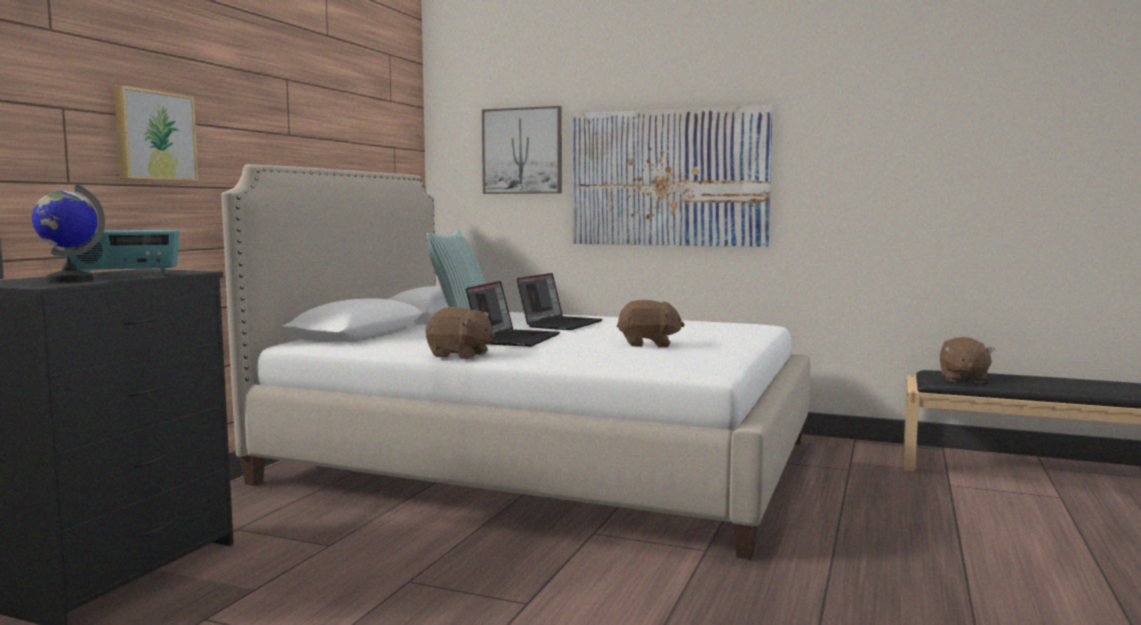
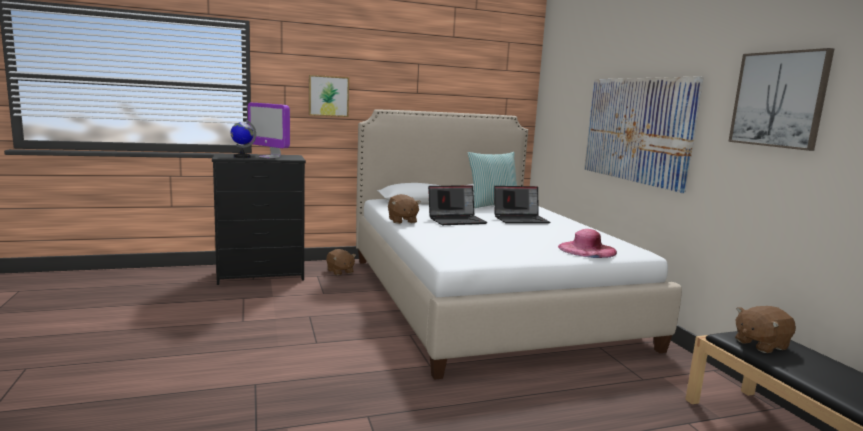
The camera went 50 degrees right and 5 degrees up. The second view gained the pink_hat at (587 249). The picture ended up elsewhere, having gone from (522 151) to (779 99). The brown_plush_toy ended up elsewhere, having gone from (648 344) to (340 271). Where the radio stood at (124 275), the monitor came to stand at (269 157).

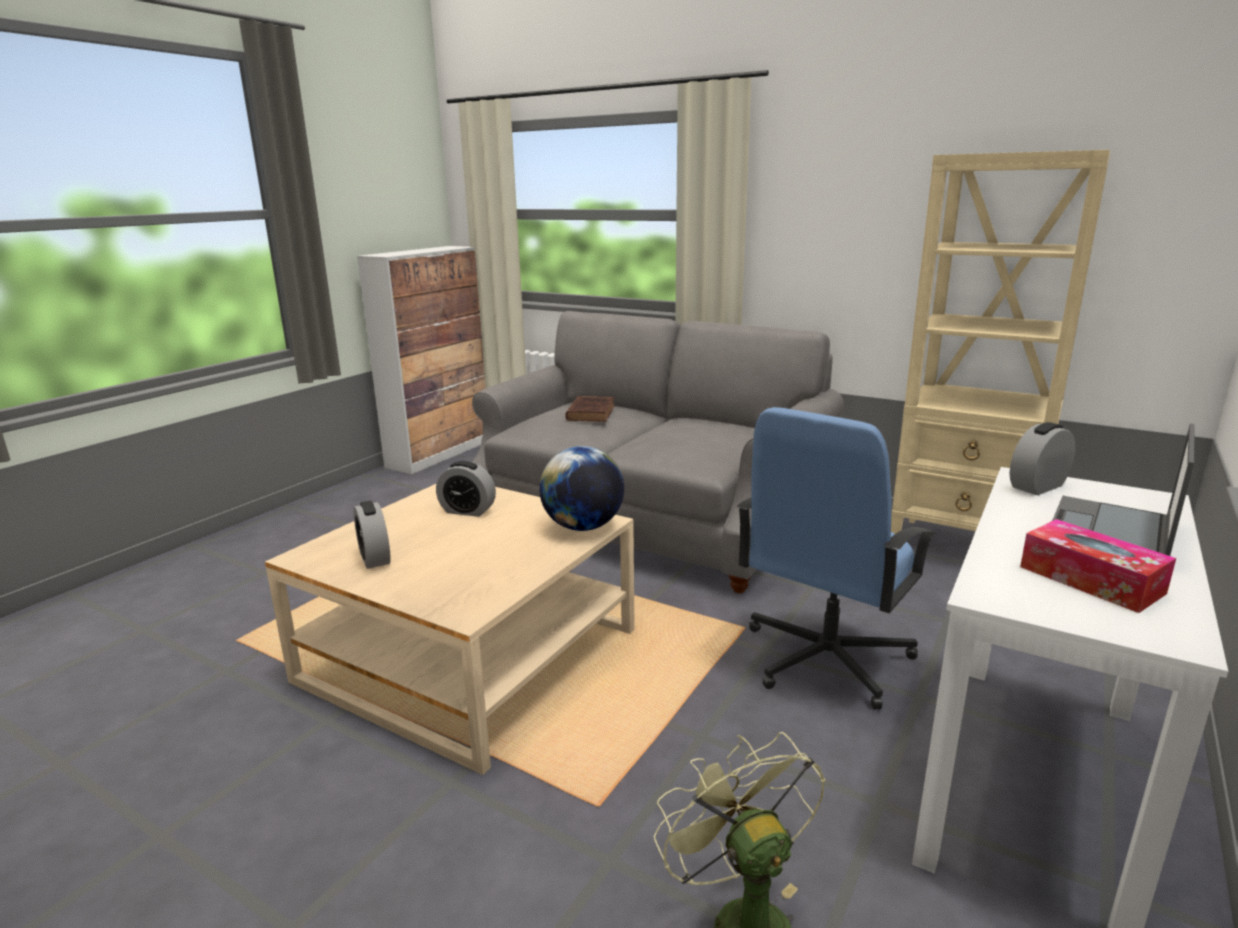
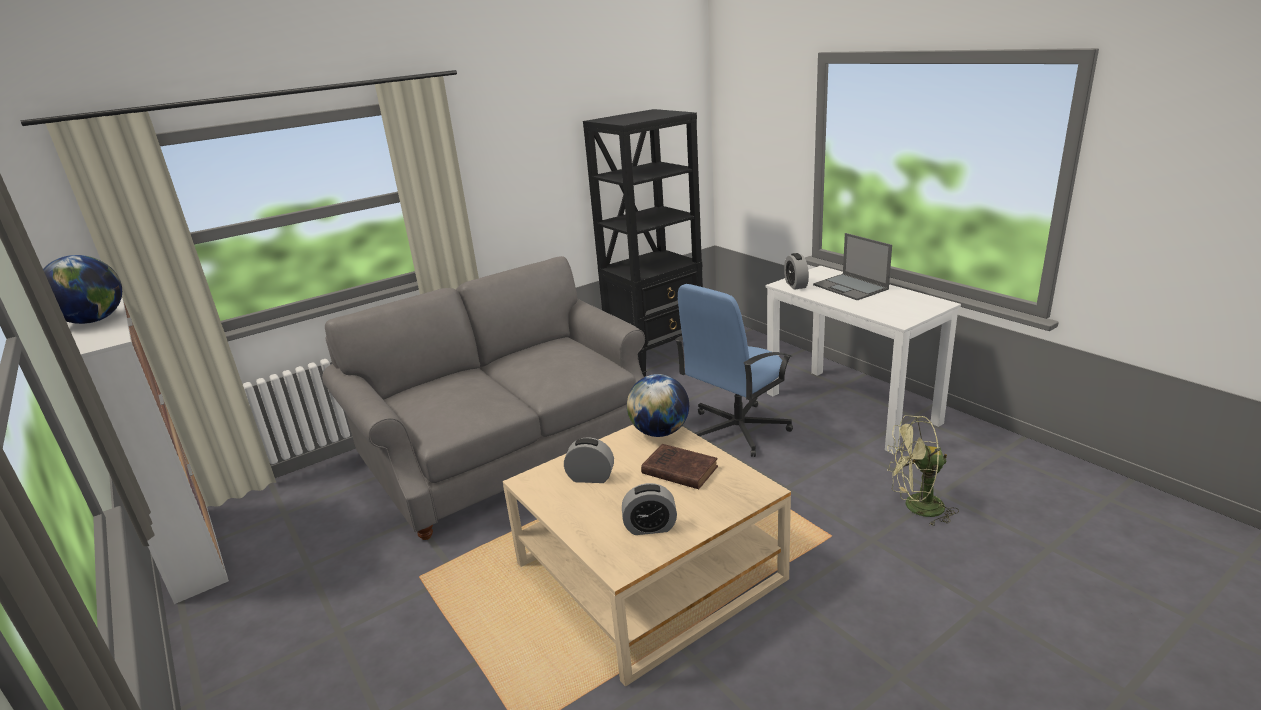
The camera went 65 degrees left and 5 degrees up. The second view lost the tissue_box at (1090 580). The second view gained the globe at (93 321). The brown_book ended up elsewhere, having gone from (591 412) to (678 470). What was the beige_bookcase at (963 549) turned into the black_bookcase at (656 355). The alarm_clock at (467 511) ended up facing another way, 120 degrees counterclockwise from before. The blue_office_chair at (825 659) ended up facing another way, 75 degrees clockwise from before.

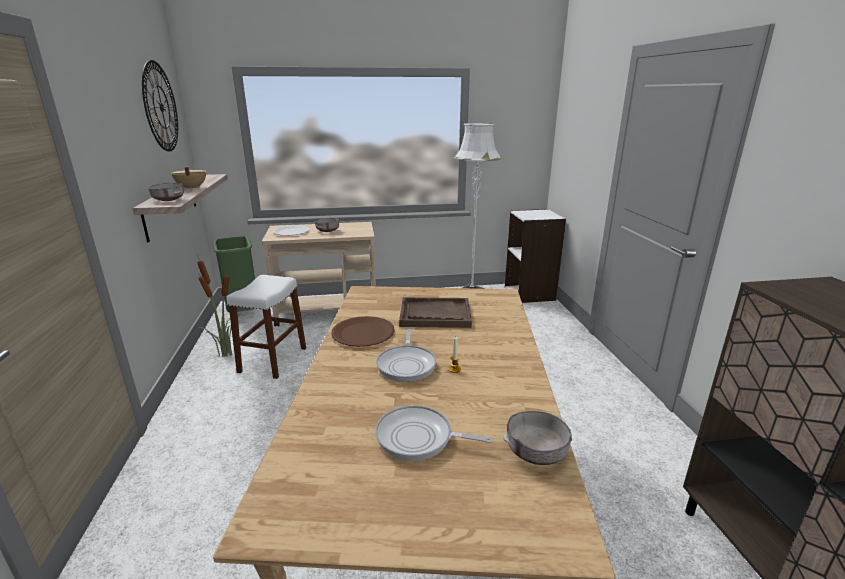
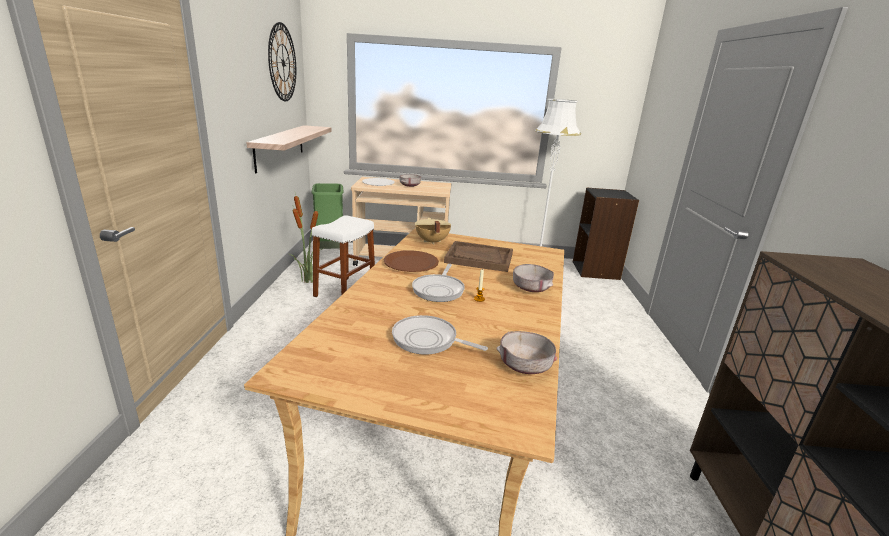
The camera went 10 degrees right and 0 degrees up. The grey_bowl ended up elsewhere, having gone from (168 200) to (530 288). The beige_cooking_pot ended up elsewhere, having gone from (191 188) to (431 242). What was the white_bookcase at (530 293) turned into the black_bookcase at (596 270).

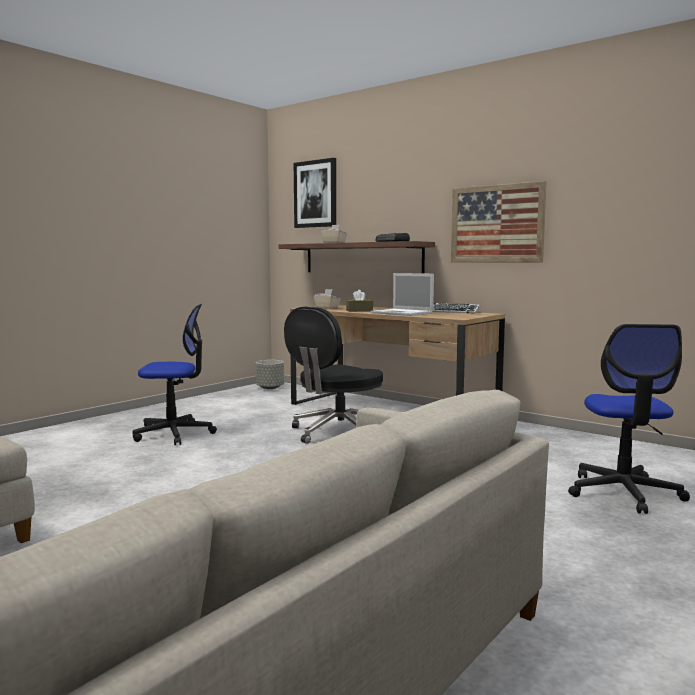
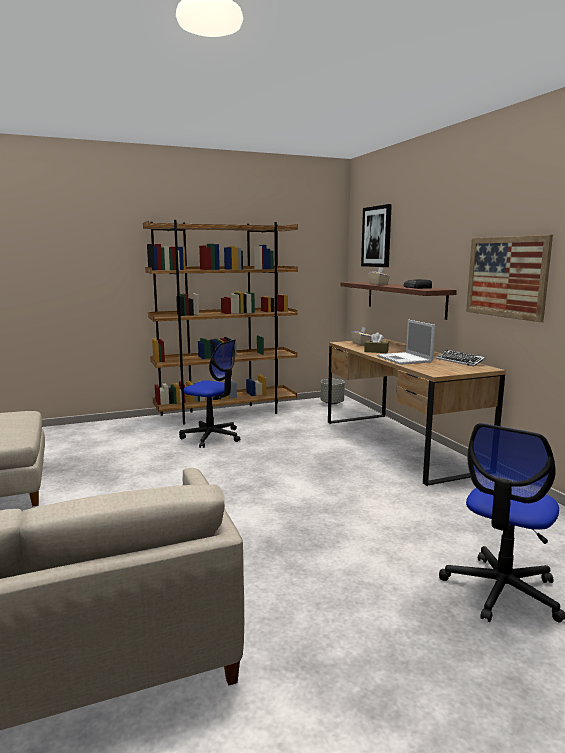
The camera went 30 degrees right and 5 degrees up. The second view lost the black_office_chair at (337 432). The second view gained the brown_bookcase at (226 413).

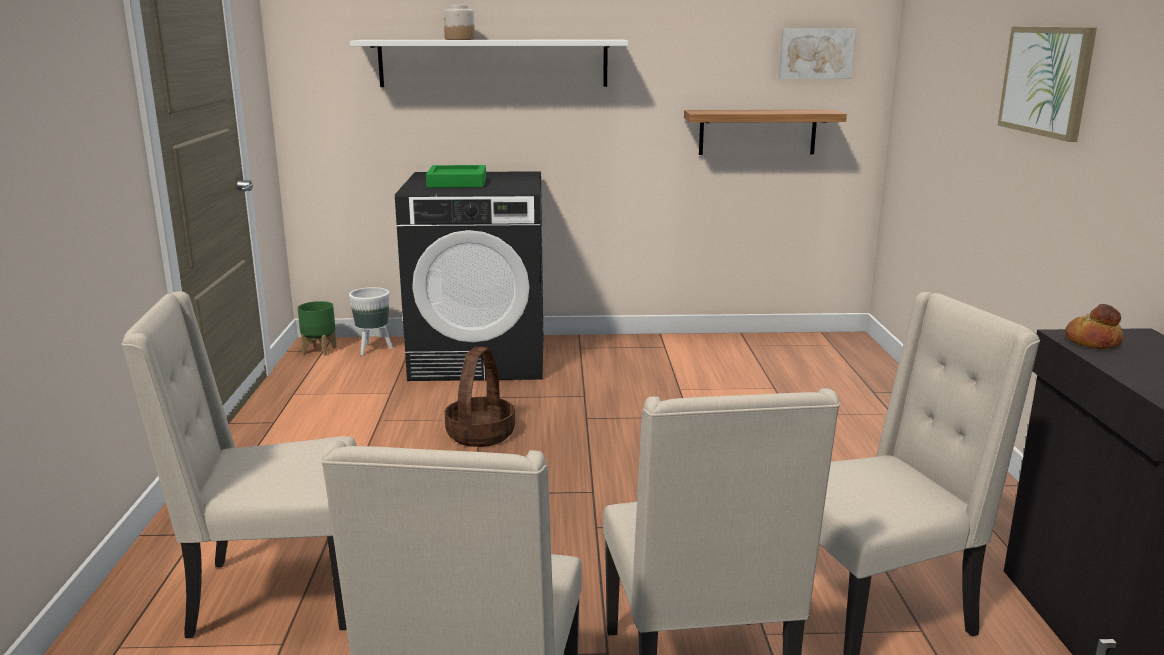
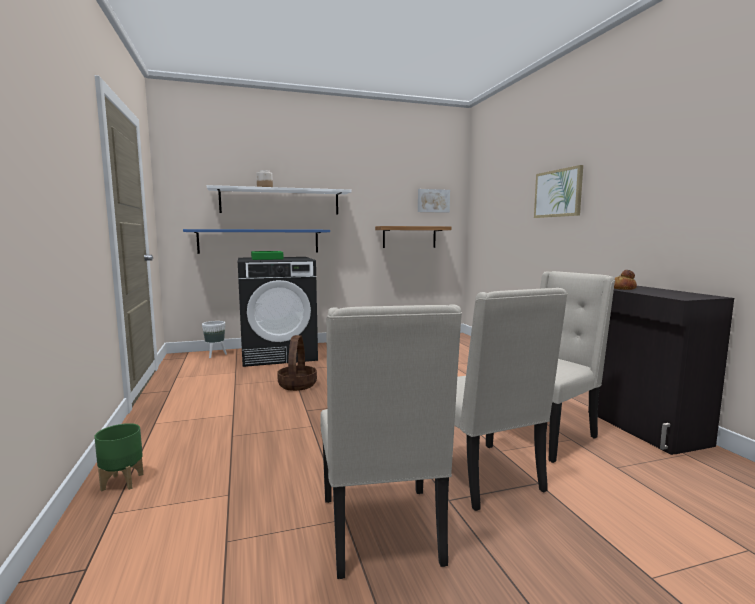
The camera went 15 degrees left and 10 degrees down. The second view lost the beige_chair at (275 594). The second view gained the blue_shelf at (259 241). The green_planter ended up elsewhere, having gone from (320 350) to (122 481).

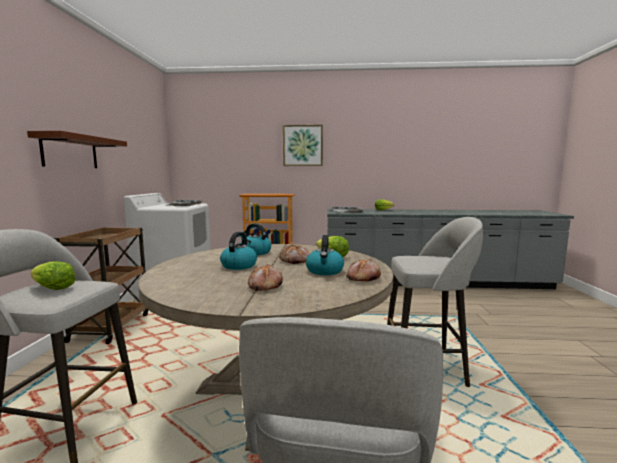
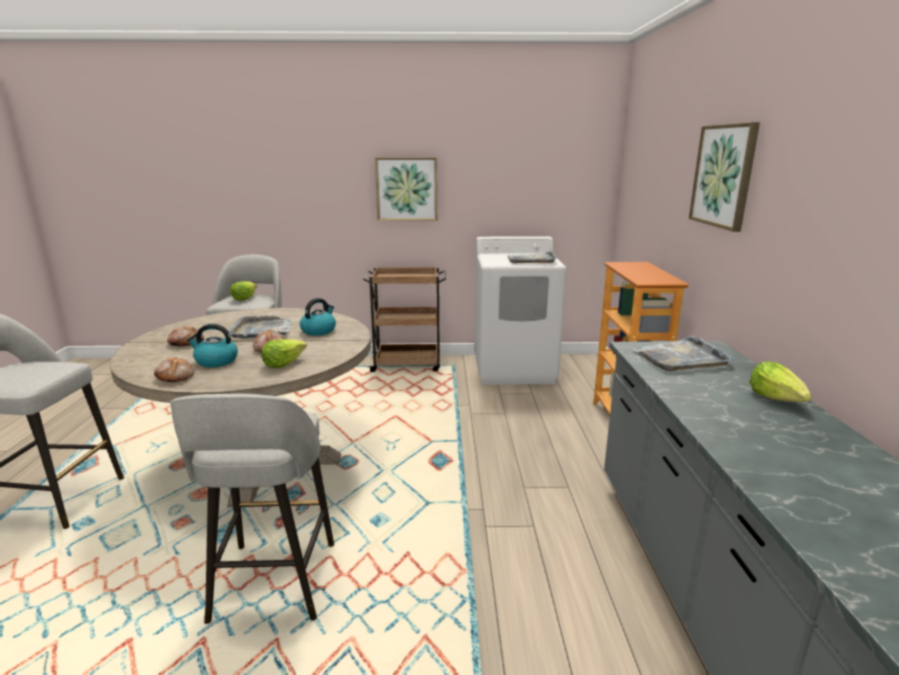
The camera went 85 degrees right and 10 degrees up. Where the brown_shelf hung at (70 152), the picture came to hang at (406 189). Where the kettle stood at (239 265), the grey_tray came to stand at (262 330).

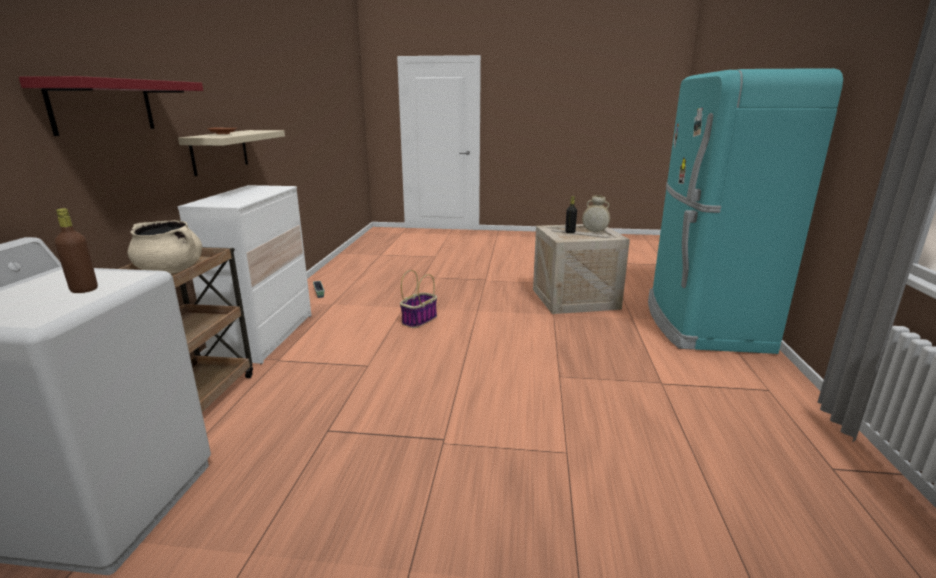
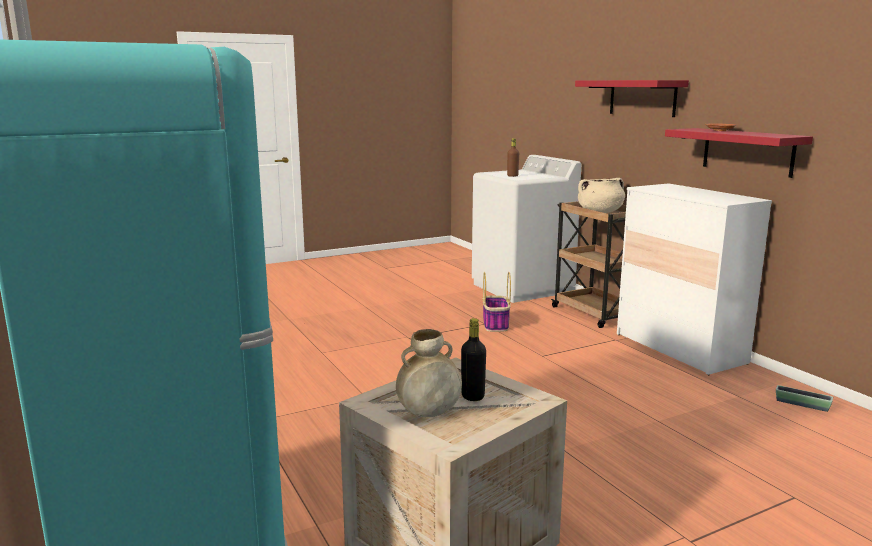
The camera went 145 degrees right and 5 degrees down. The basket ended up elsewhere, having gone from (419 320) to (496 325). What was the beige_shelf at (220 151) turned into the red_shelf at (747 151).

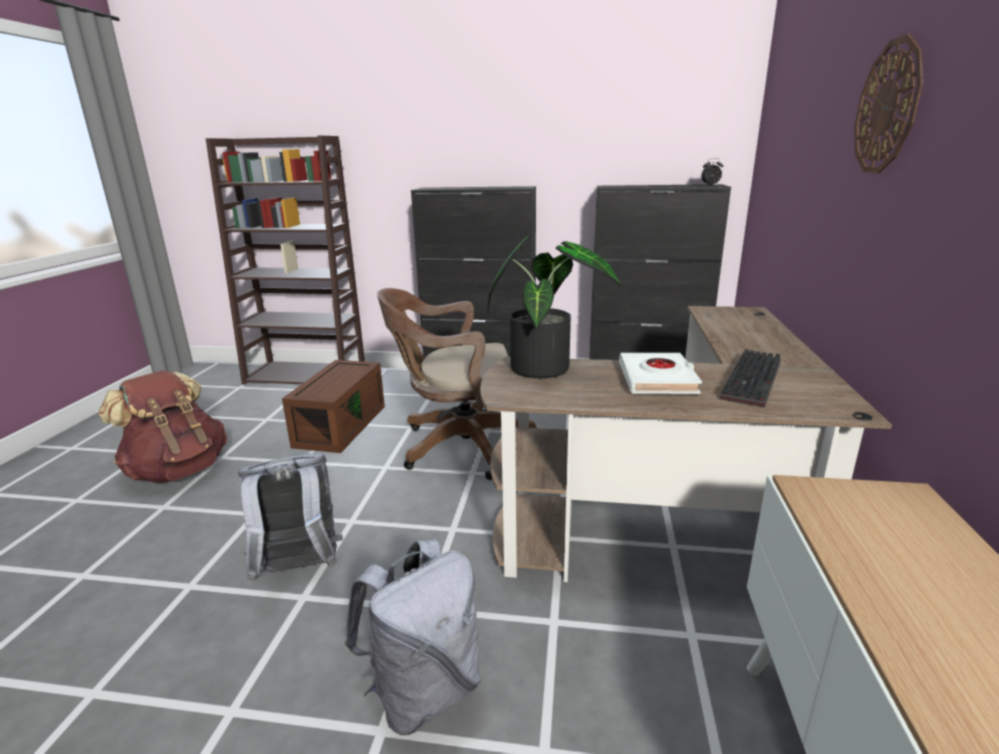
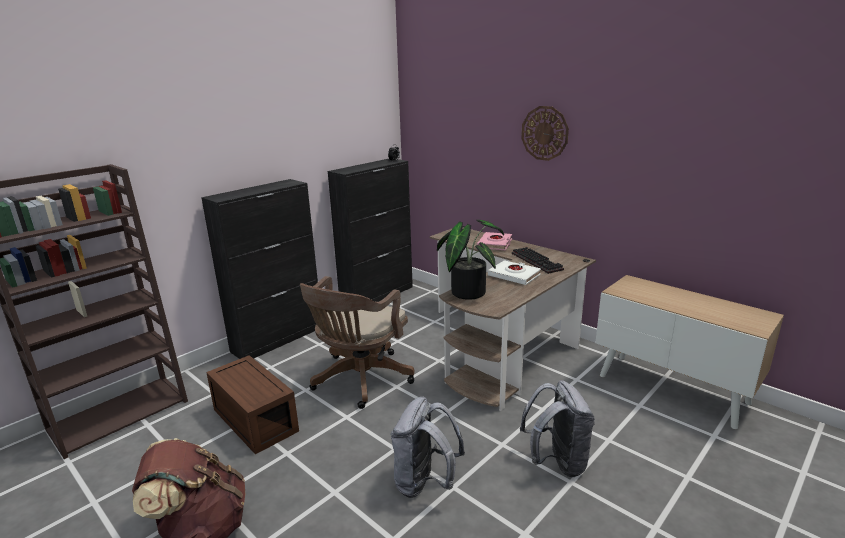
The camera went 55 degrees left and 0 degrees up. The second view gained the pink_book at (495 244).

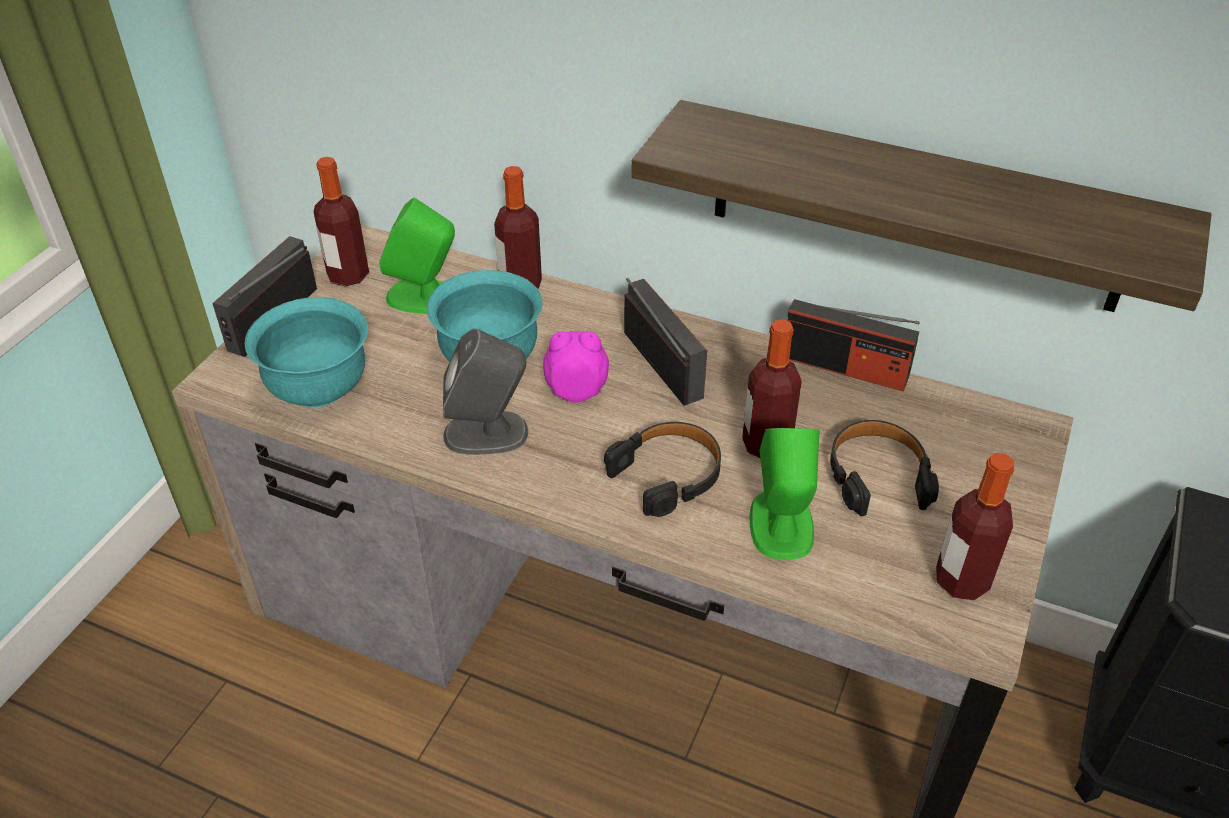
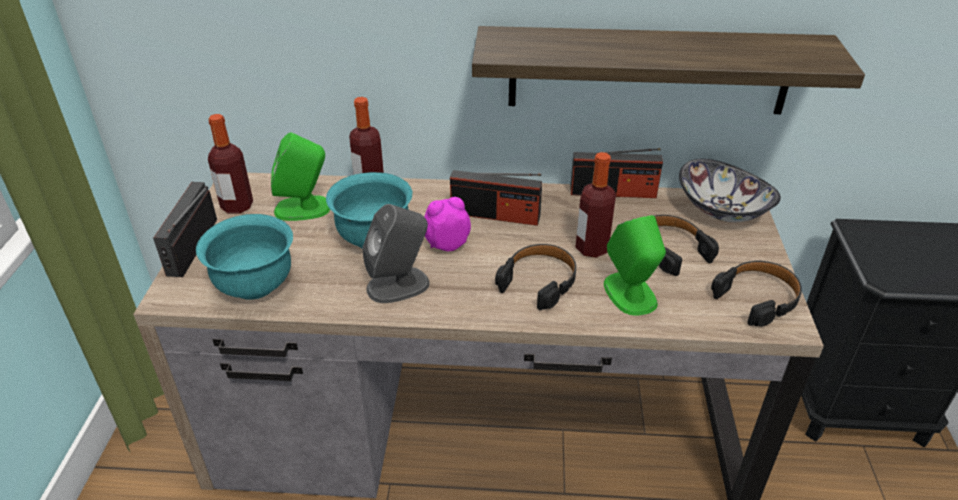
The camera went 20 degrees left and 5 degrees down. The second view gained the bowl at (723 210). Where the bottle stood at (961 581), the black_headphones came to stand at (757 298). The radio at (662 364) ended up facing another way, 150 degrees clockwise from before.

